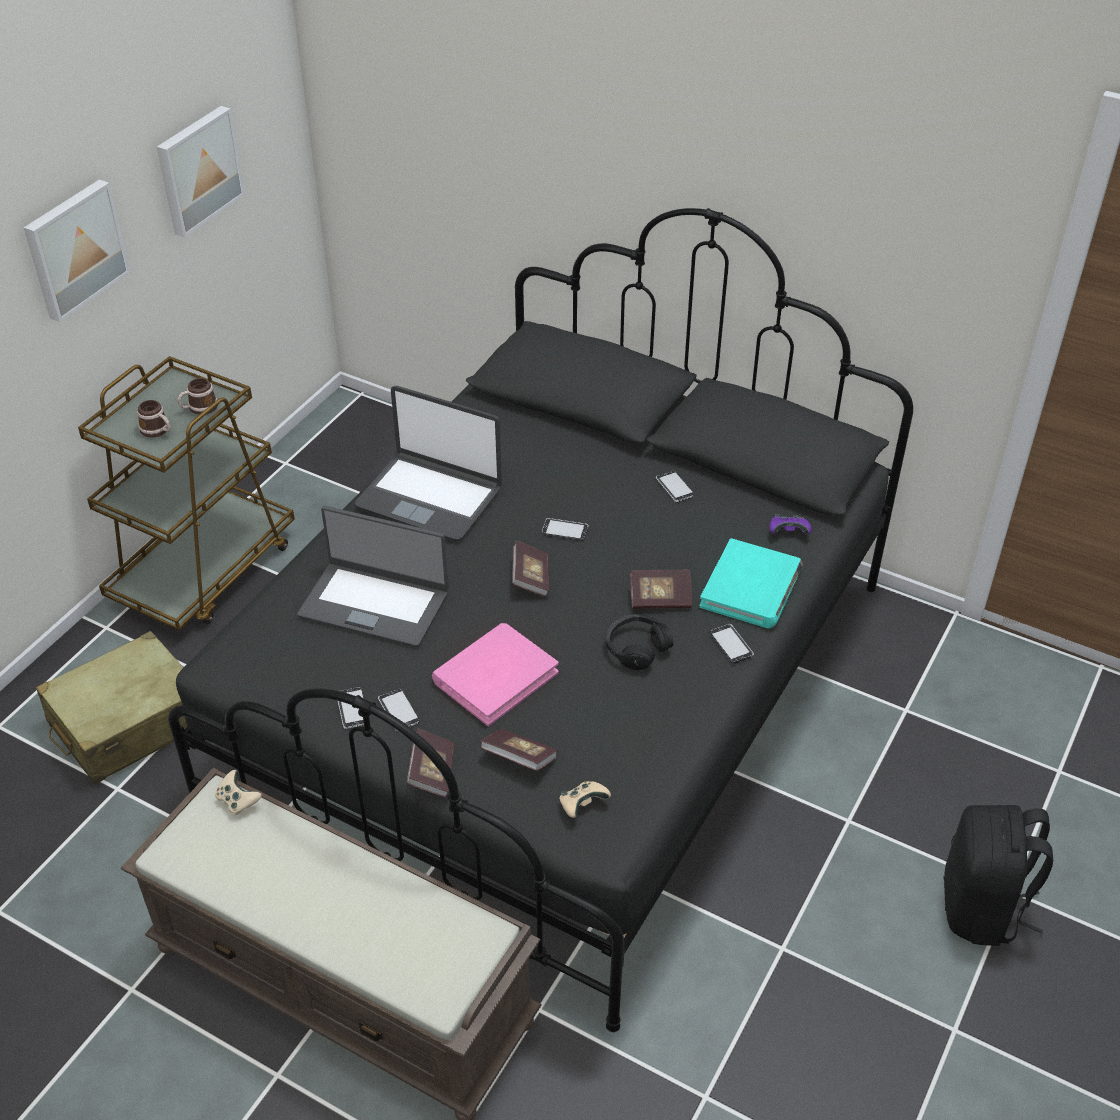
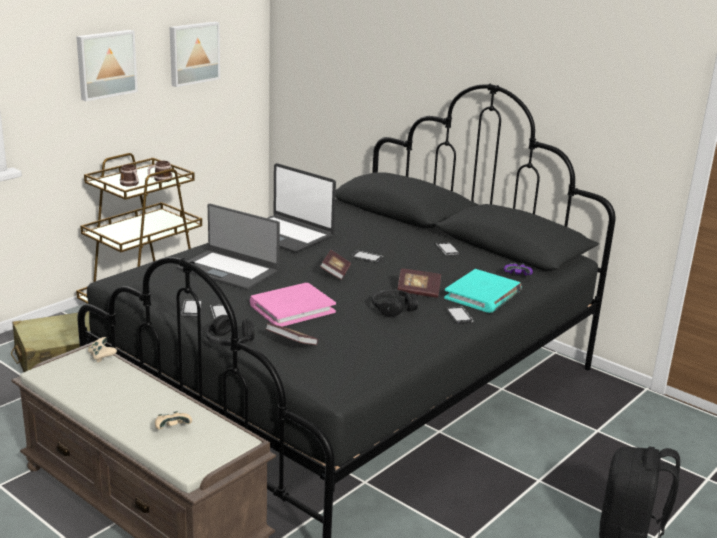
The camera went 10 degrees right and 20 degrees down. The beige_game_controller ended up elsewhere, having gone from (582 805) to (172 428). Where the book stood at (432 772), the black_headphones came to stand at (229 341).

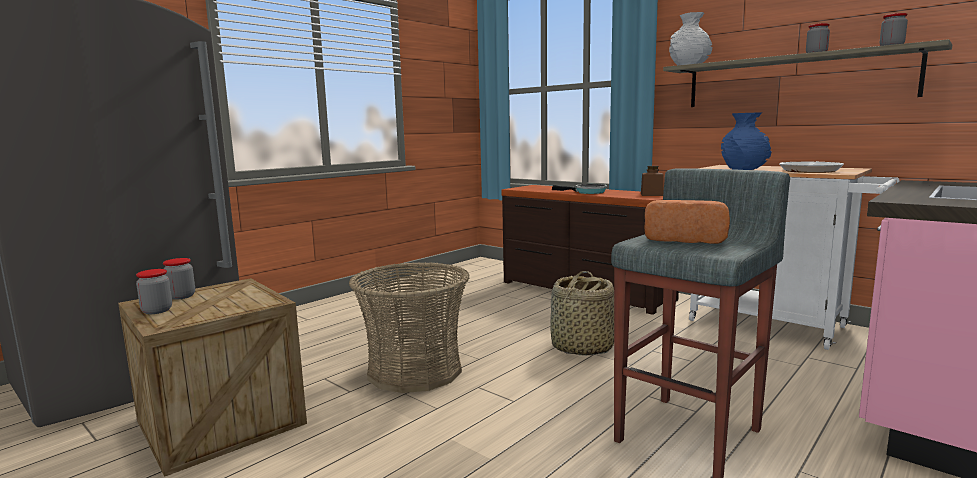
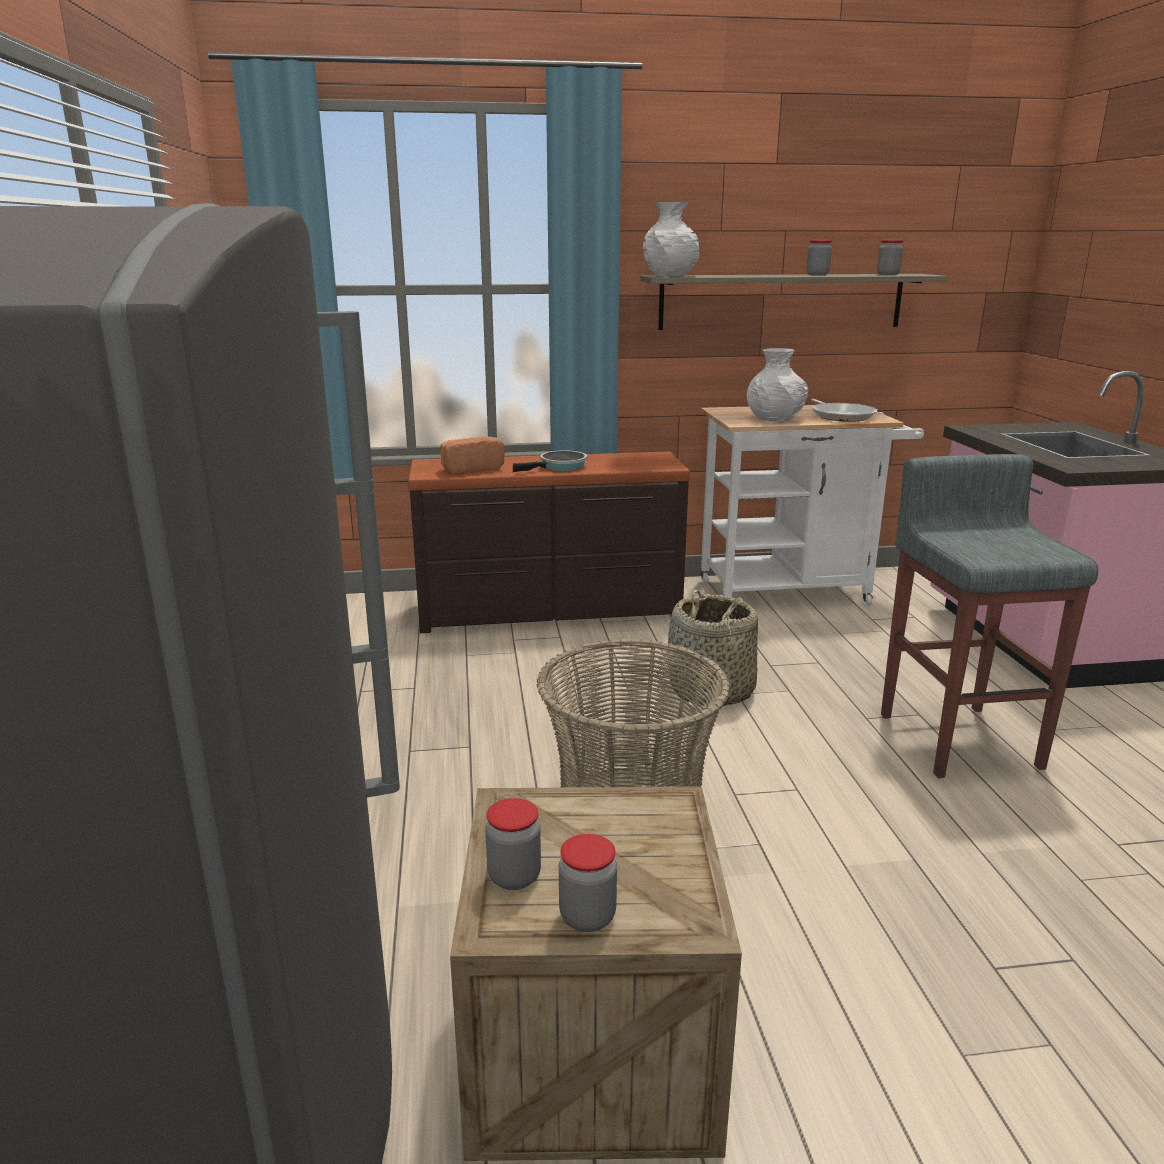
The camera went 50 degrees left and 10 degrees up. The second view lost the brown_jar at (651 194). The bread ended up elsewhere, having gone from (685 239) to (470 469). What was the blue_vase at (744 169) turned into the white_vase at (776 419).

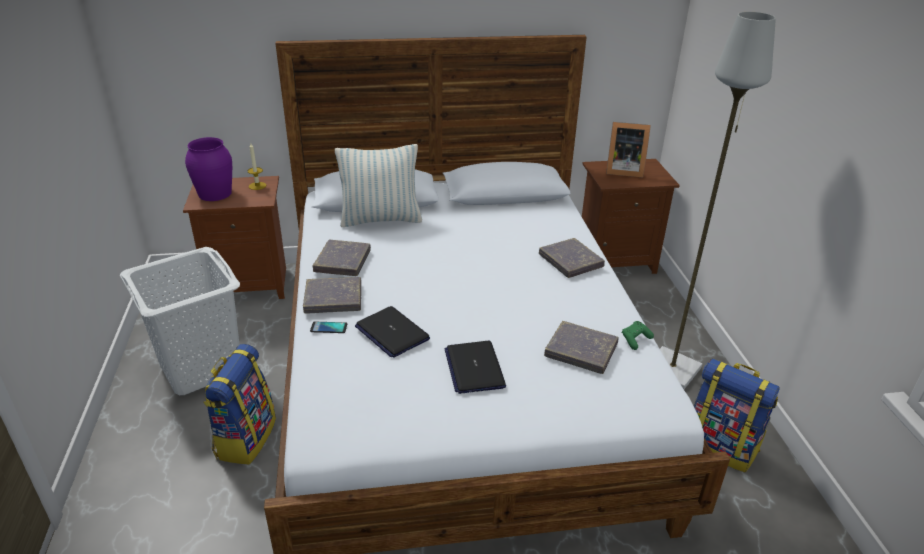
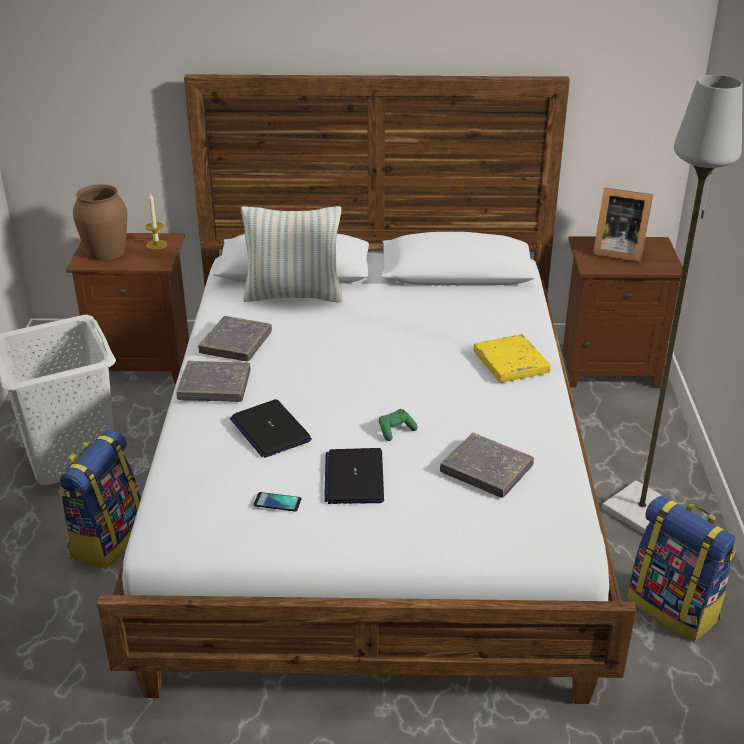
The camera went 10 degrees right and 0 degrees up. The phone ended up elsewhere, having gone from (328 328) to (277 502). The green_game_controller ended up elsewhere, having gone from (635 340) to (396 430). What was the purple_vase at (215 193) turned into the brown_vase at (106 251). What was the grey_book at (570 261) turned into the yellow_book at (510 363).

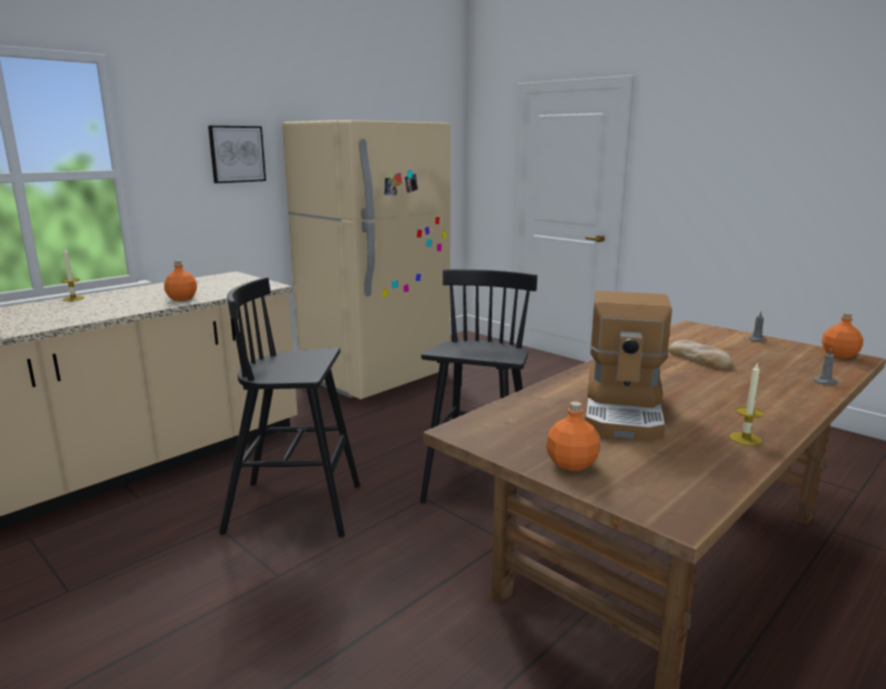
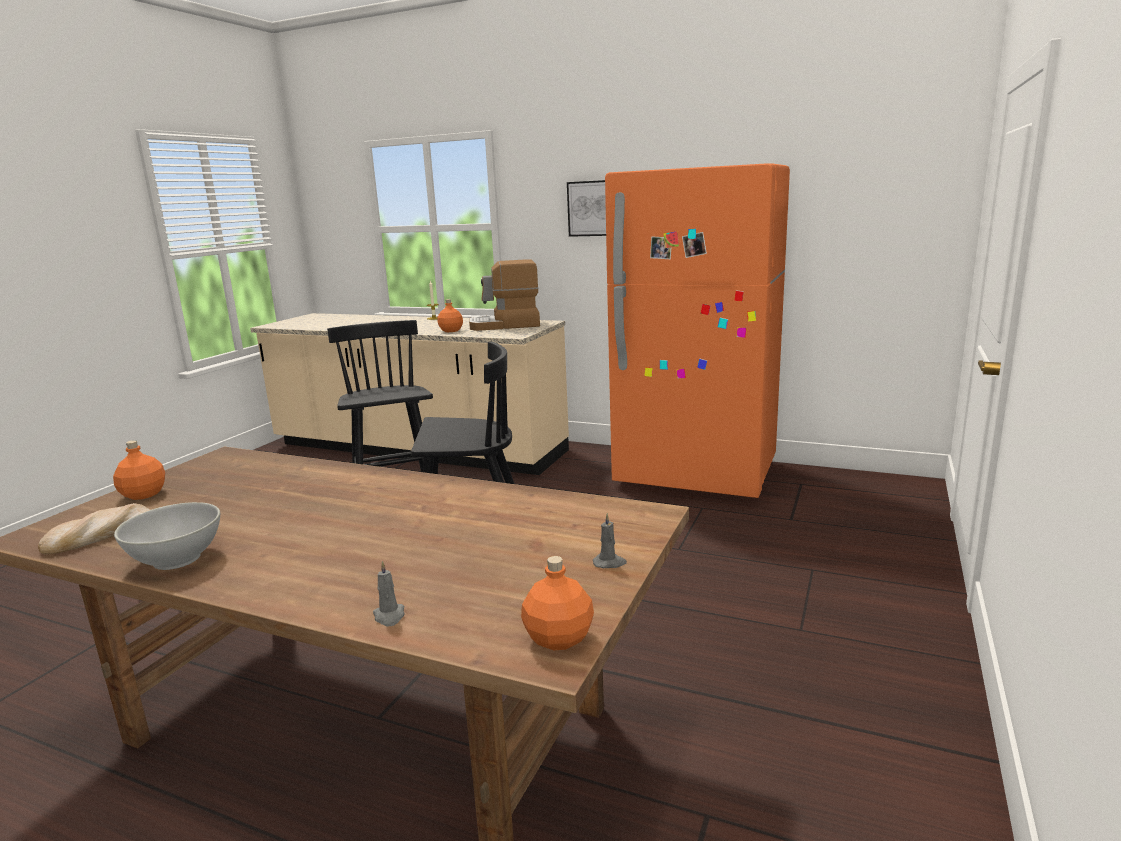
The camera went 70 degrees right and 0 degrees up. The coffee_machine ended up elsewhere, having gone from (624 412) to (505 325). The bread ended up elsewhere, having gone from (700 359) to (99 534). Where the candle stood at (745 438), the white_bowl came to stand at (177 559). What was the beige_fridge at (376 377) turned into the orange_fridge at (696 475).

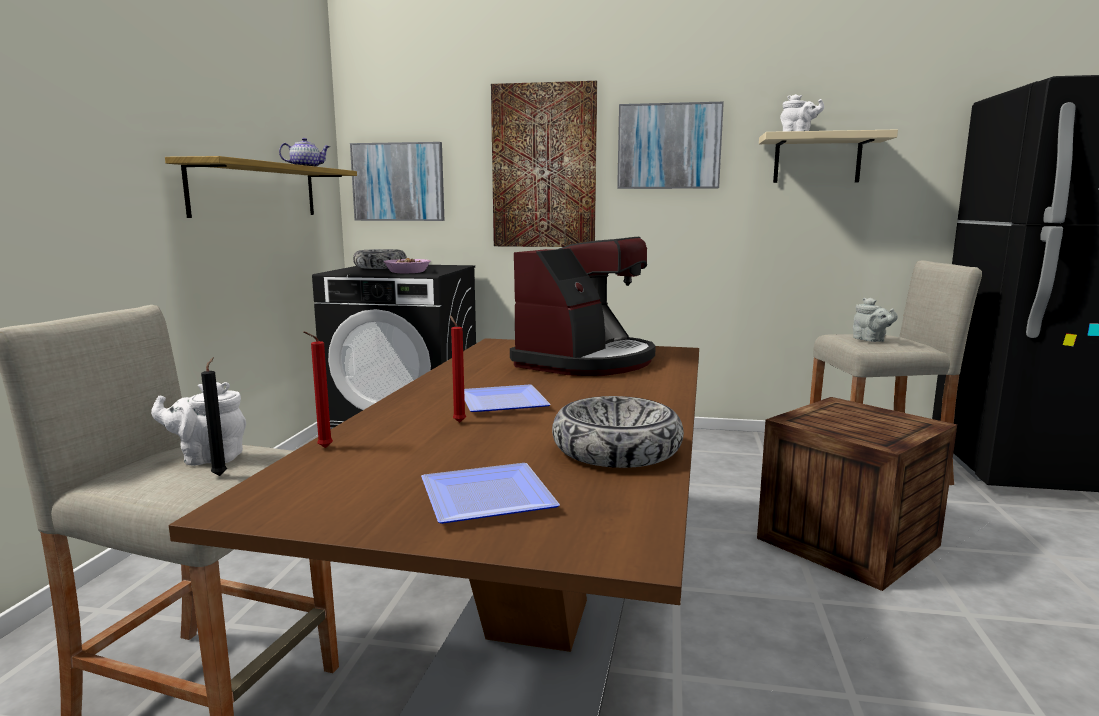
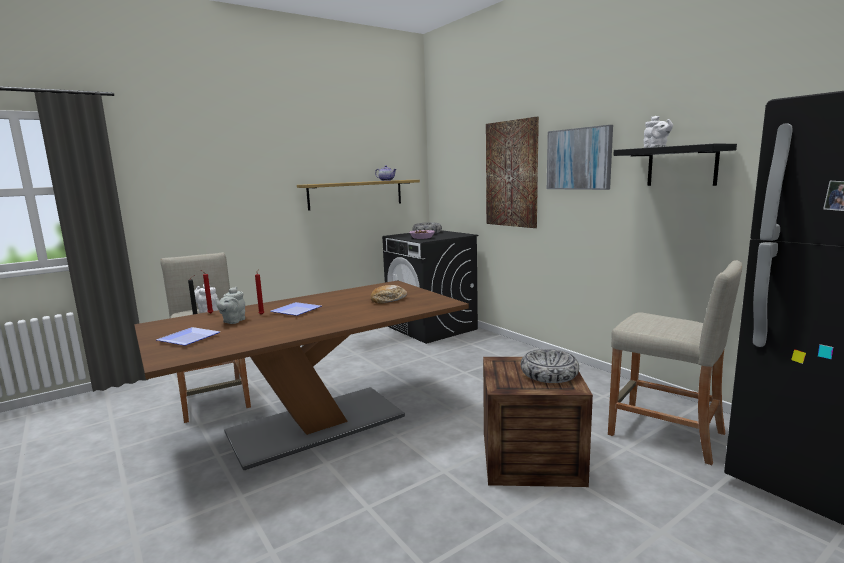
The camera went 45 degrees right and 0 degrees up. The second view lost the picture at (398 182). The bowl ended up elsewhere, having gone from (617 450) to (549 374). The grey_teapot ended up elsewhere, having gone from (870 340) to (233 321). Where the coffee_machine stood at (586 361), the bread came to stand at (388 300). What was the beige_shelf at (817 159) turned into the black_shelf at (682 166).

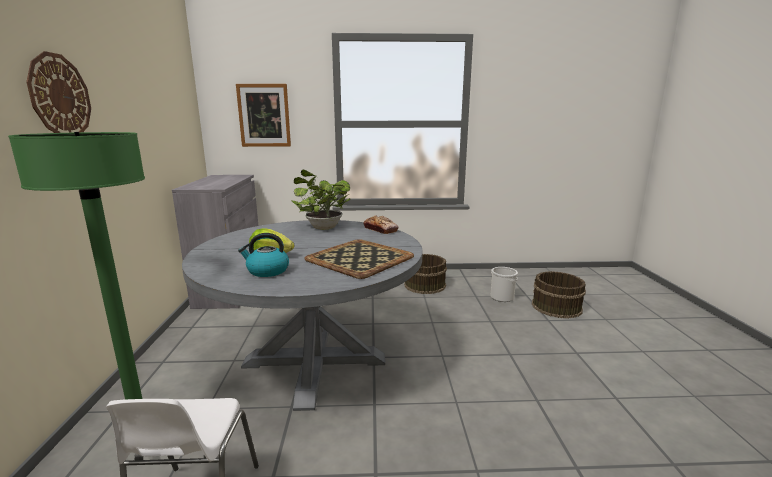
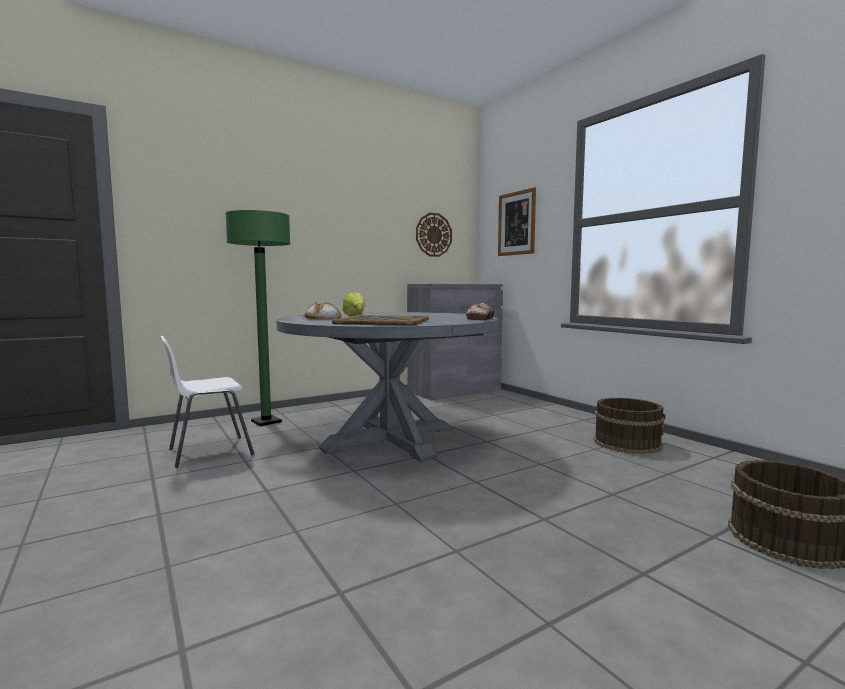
The camera went 60 degrees right and 10 degrees down. The second view lost the potted_plant at (322 227). The second view lost the bucket at (501 297). The wall_clock ended up elsewhere, having gone from (60 96) to (433 235). Where the kettle stood at (267 271), the bread came to stand at (322 318).

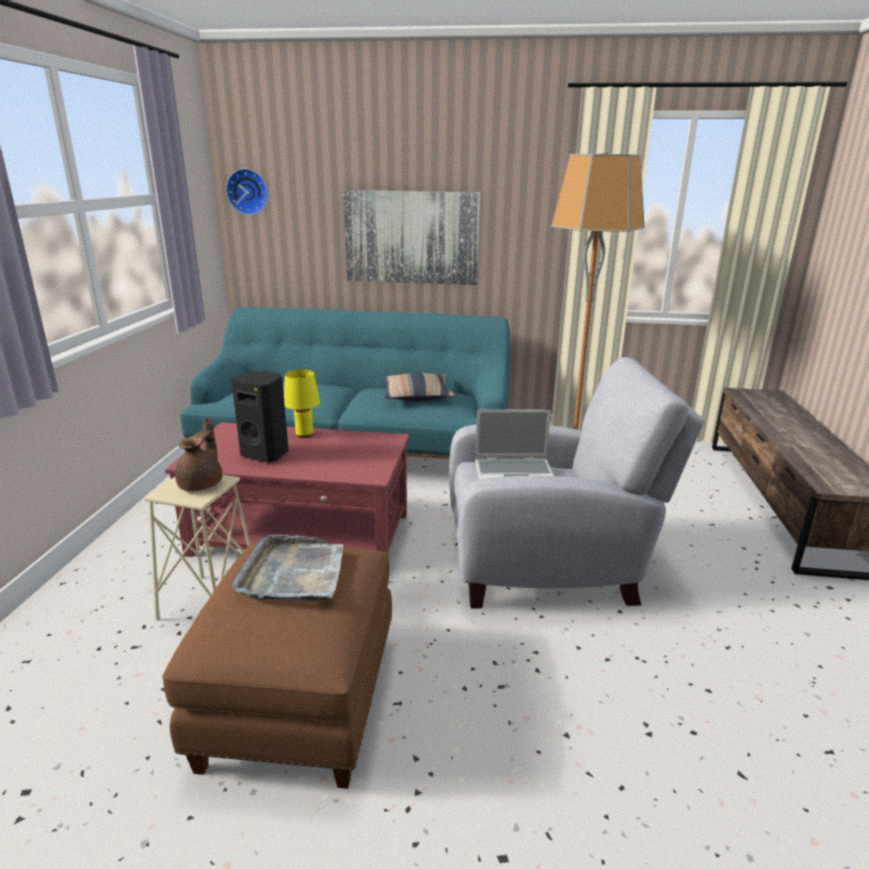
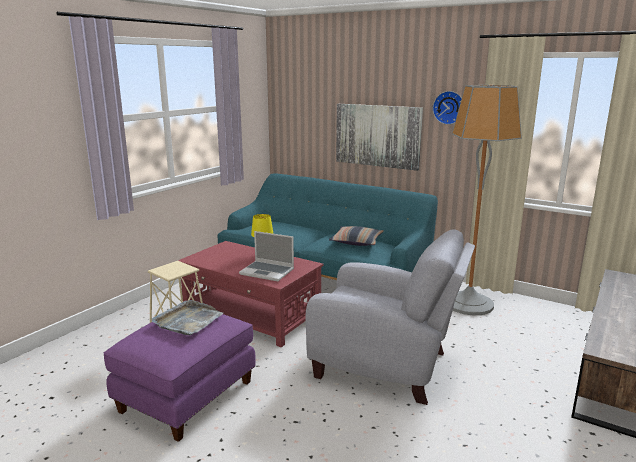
The camera went 25 degrees right and 5 degrees down. The second view lost the brown_teapot at (202 483). The second view lost the black_speaker at (266 453). The wall_clock ended up elsewhere, having gone from (248 192) to (449 107). The laptop ended up elsewhere, having gone from (515 474) to (268 272). What was the brown_ottoman at (298 699) turned into the purple_ottoman at (186 396).

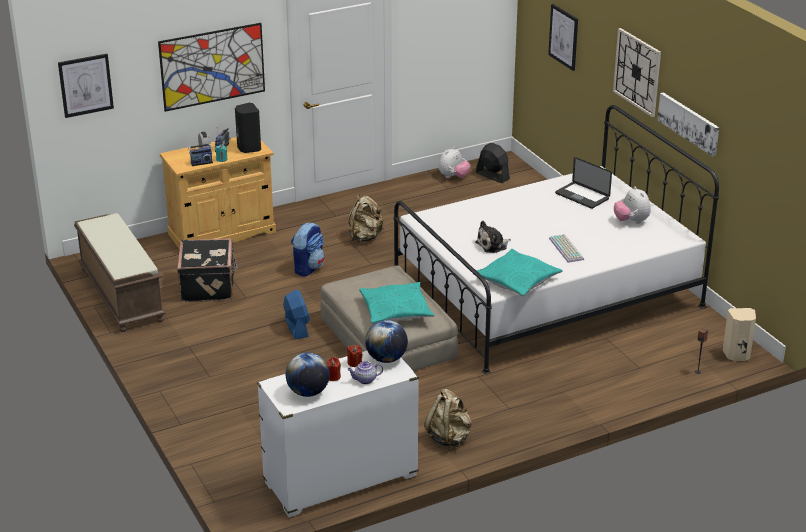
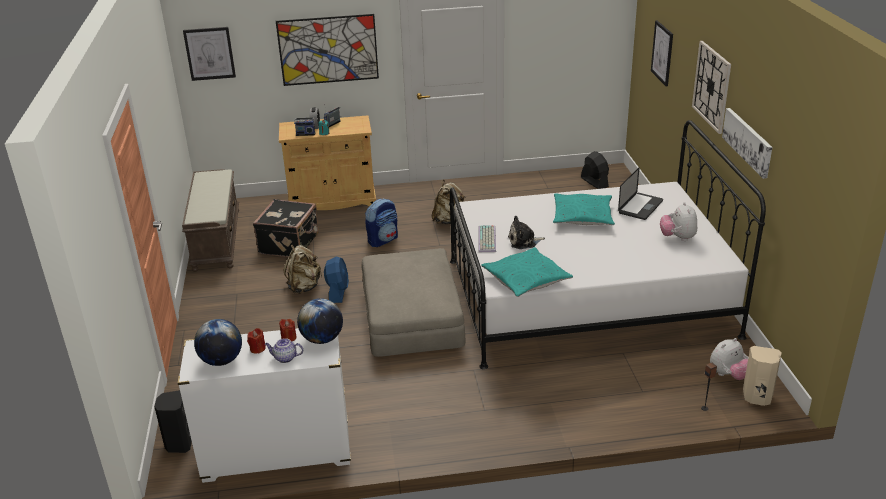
The camera went 20 degrees right and 0 degrees up. The black_speaker ended up elsewhere, having gone from (248 148) to (179 443). The turquoise_pillow ended up elsewhere, having gone from (396 310) to (582 217). The beige_backpack ended up elsewhere, having gone from (449 437) to (304 287). The plush_toy ended up elsewhere, having gone from (453 177) to (728 375). The keyboard ended up elsewhere, having gone from (567 249) to (488 239). The laptop at (582 196) ended up facing another way, 120 degrees counterclockwise from before.

